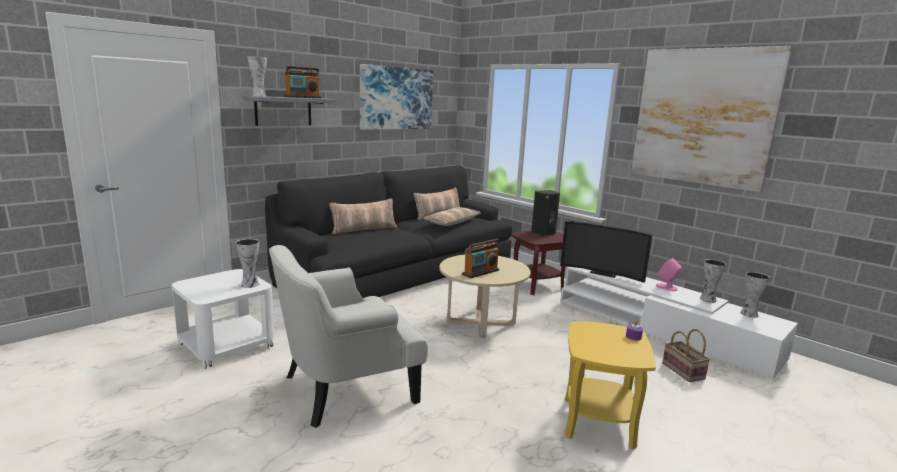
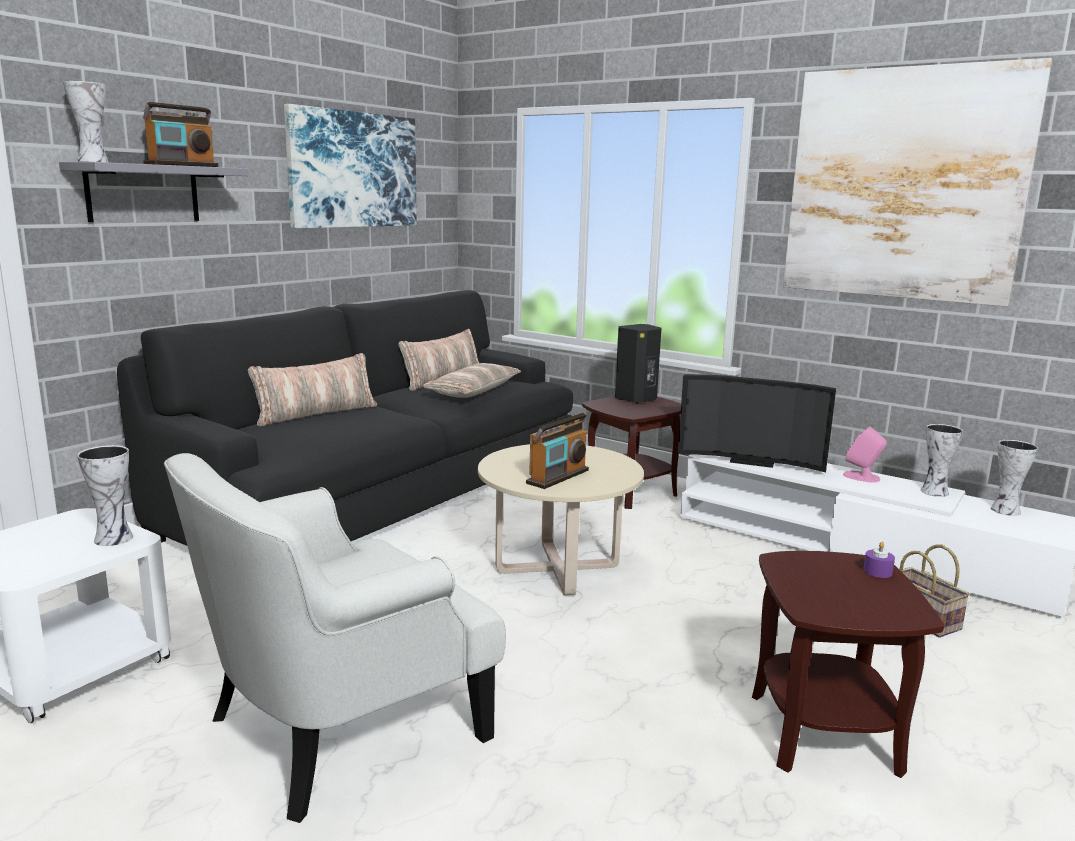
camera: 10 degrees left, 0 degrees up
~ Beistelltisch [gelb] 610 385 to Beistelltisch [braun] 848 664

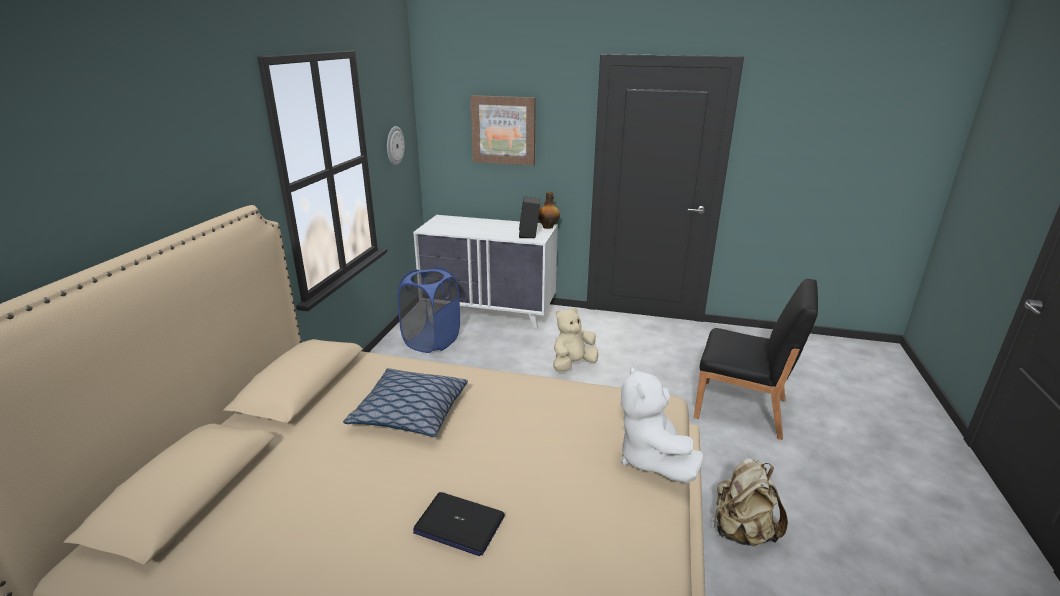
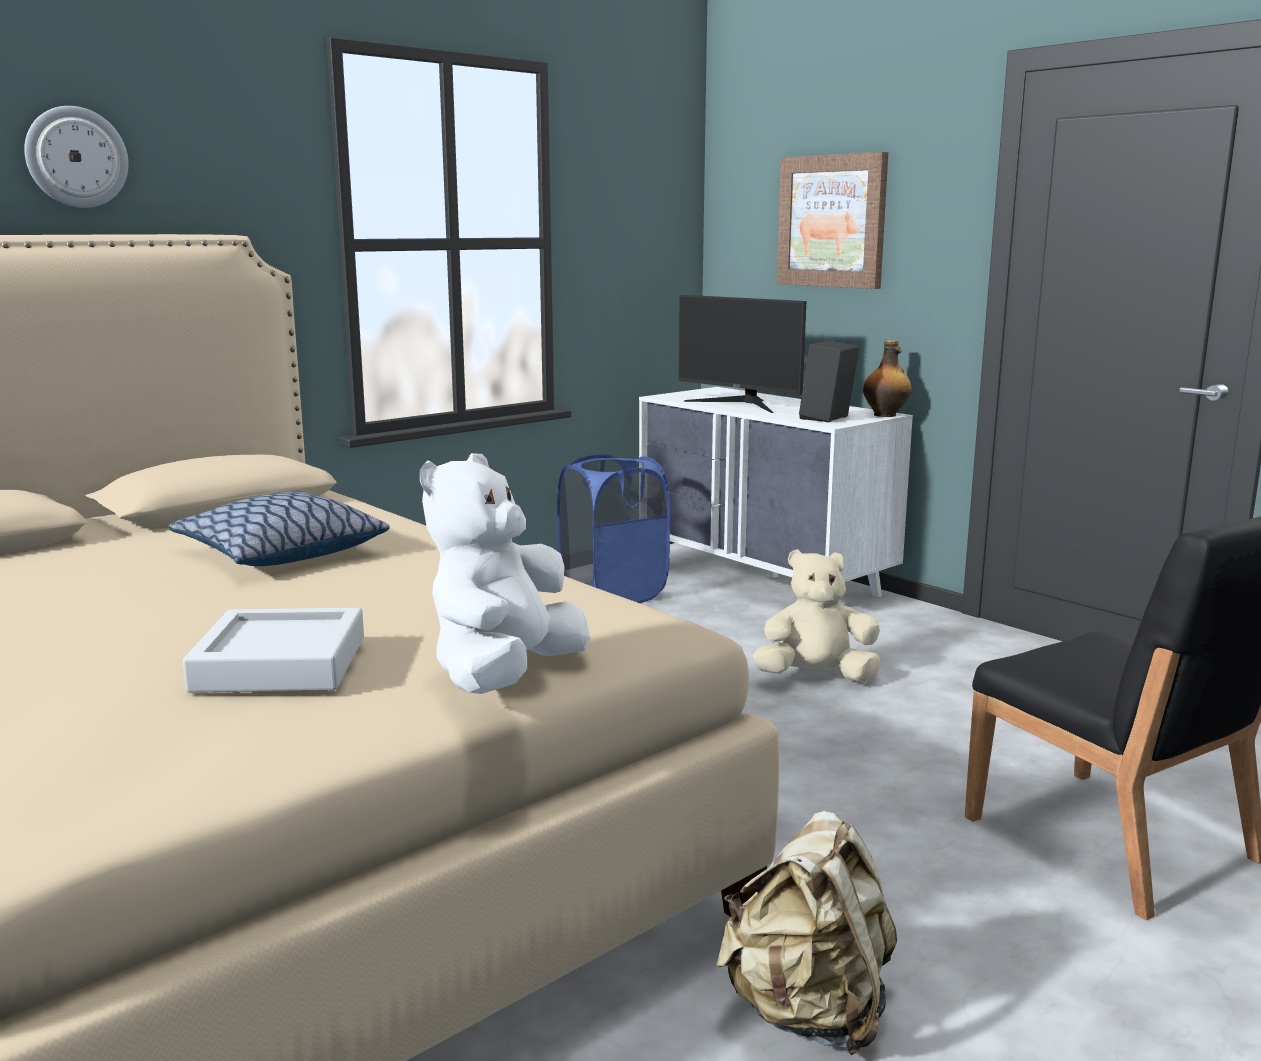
camera: 35 degrees right, 10 degrees down
~ Wanduhr 396 146 to 76 157
+ Tablett [grau] 273 650
+ Monitor 742 354
- Laptop 459 524

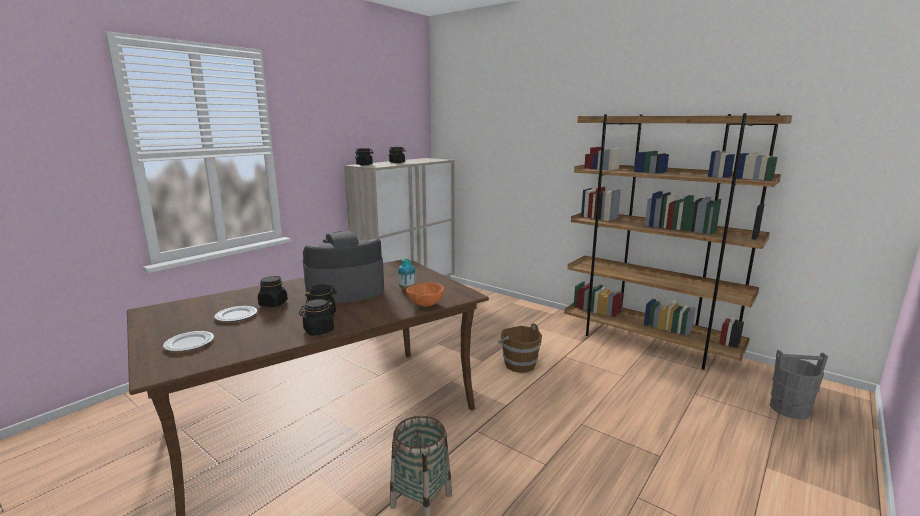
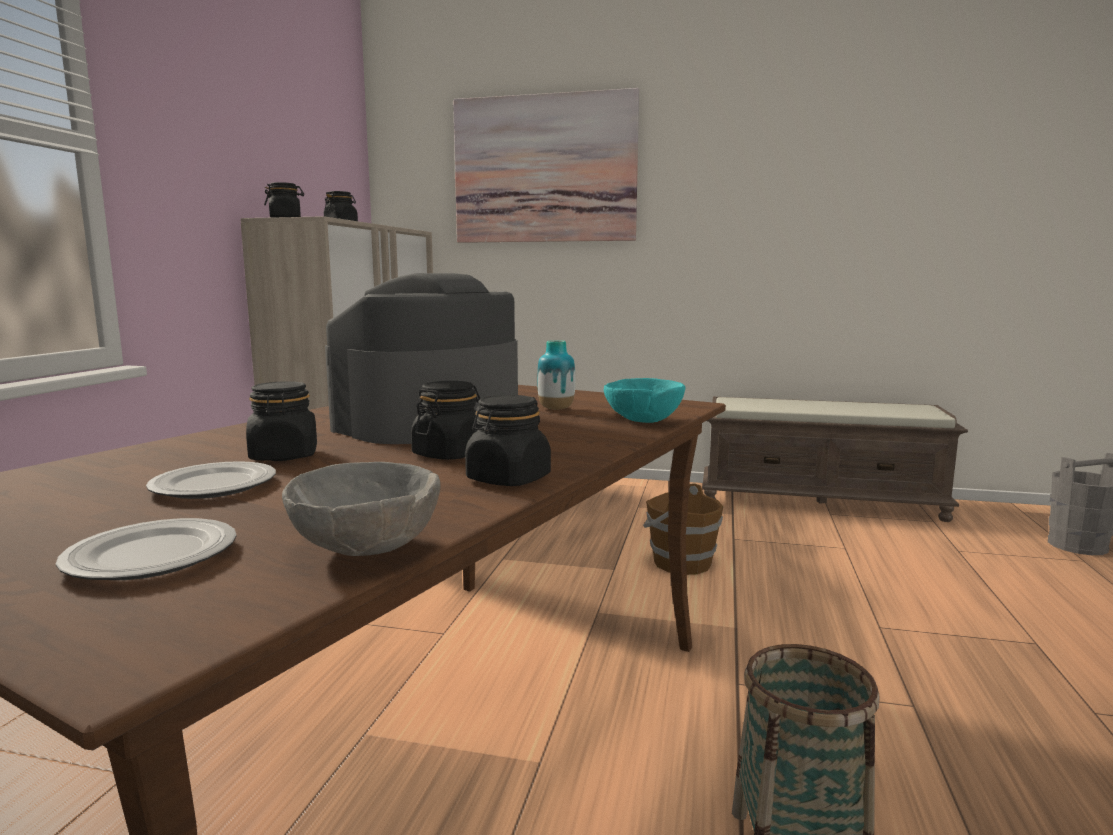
camera: 25 degrees left, 5 degrees down
+ Schüssel [grau] 361 509
+ Bild 546 165
~ Schüssel [orange] 425 294 to Schüssel [türkis] 644 400
~ Bücherregal [braun] 678 241 to Bank [braun] 835 459

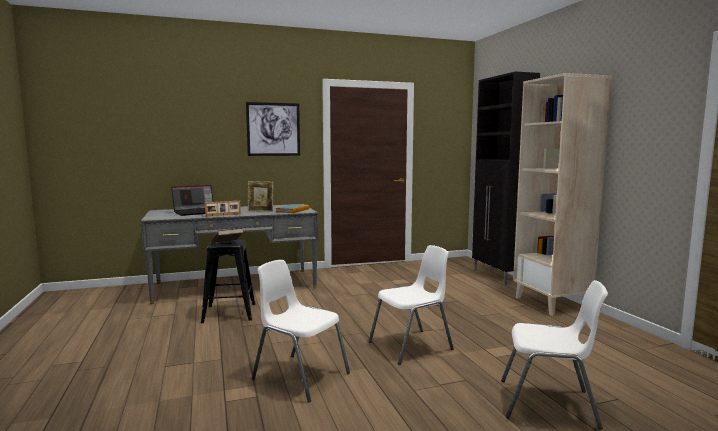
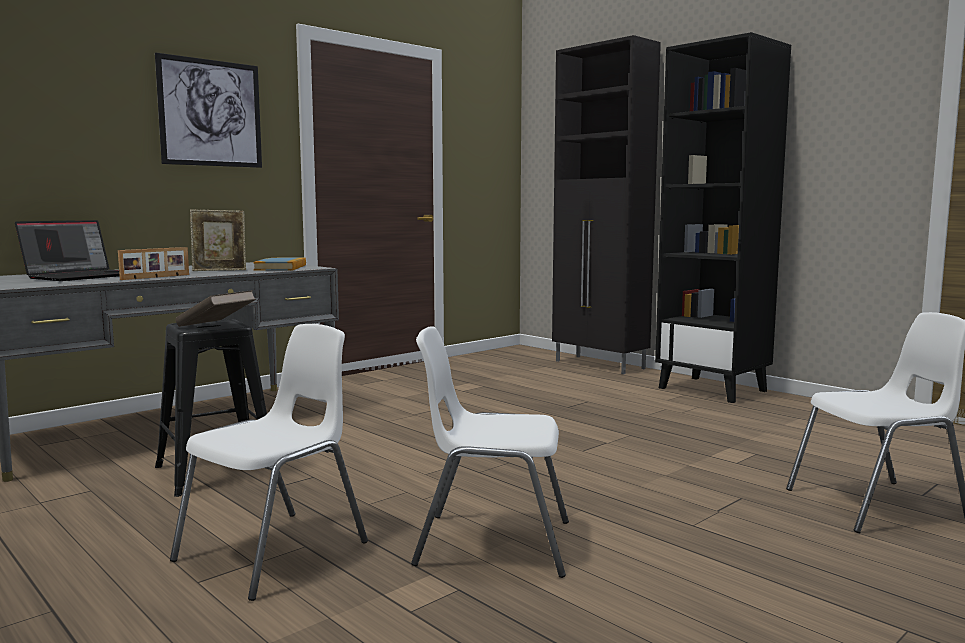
camera: 25 degrees left, 0 degrees up
~ Stuhl [weiß] 411 305 to 269 462
~ Bücherregal [beige] 562 194 to Bücherregal [schwarz] 723 217

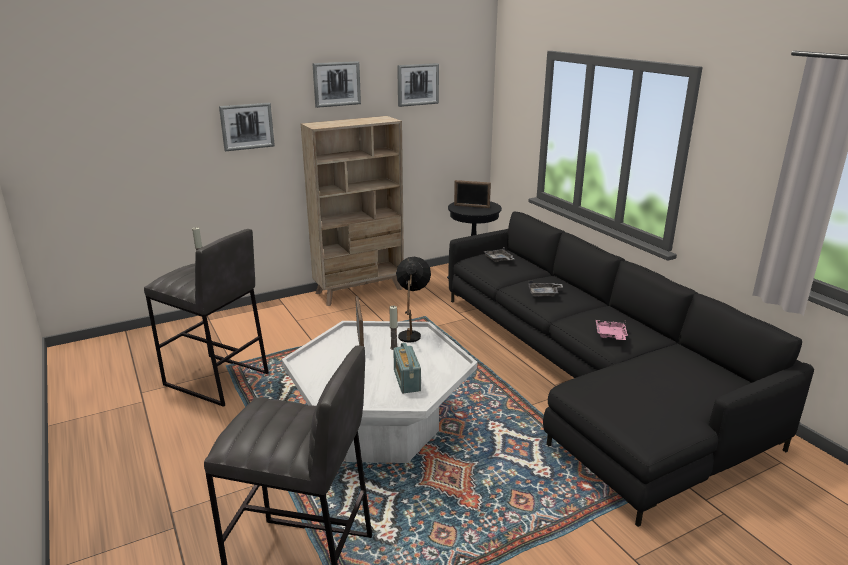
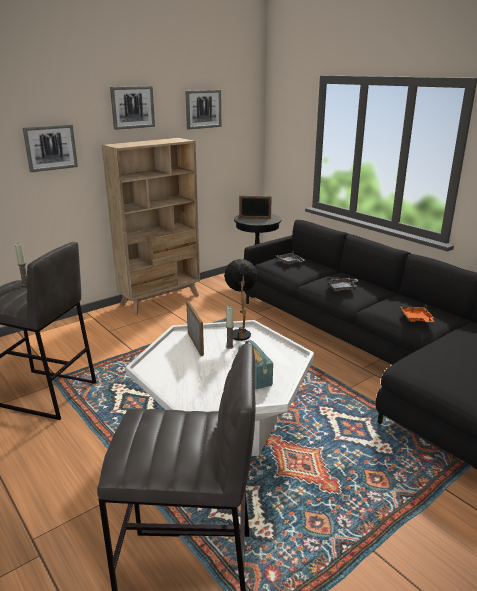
camera: 10 degrees left, 0 degrees up
~ Tablett [rosa] 612 330 to Tablett [orange] 417 313

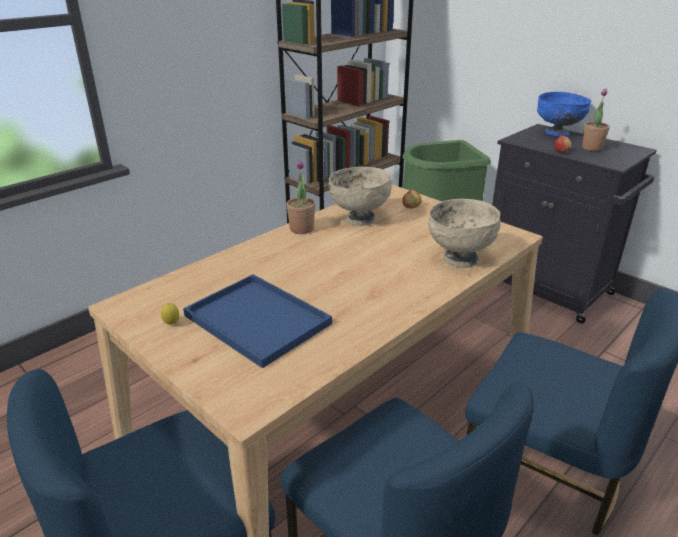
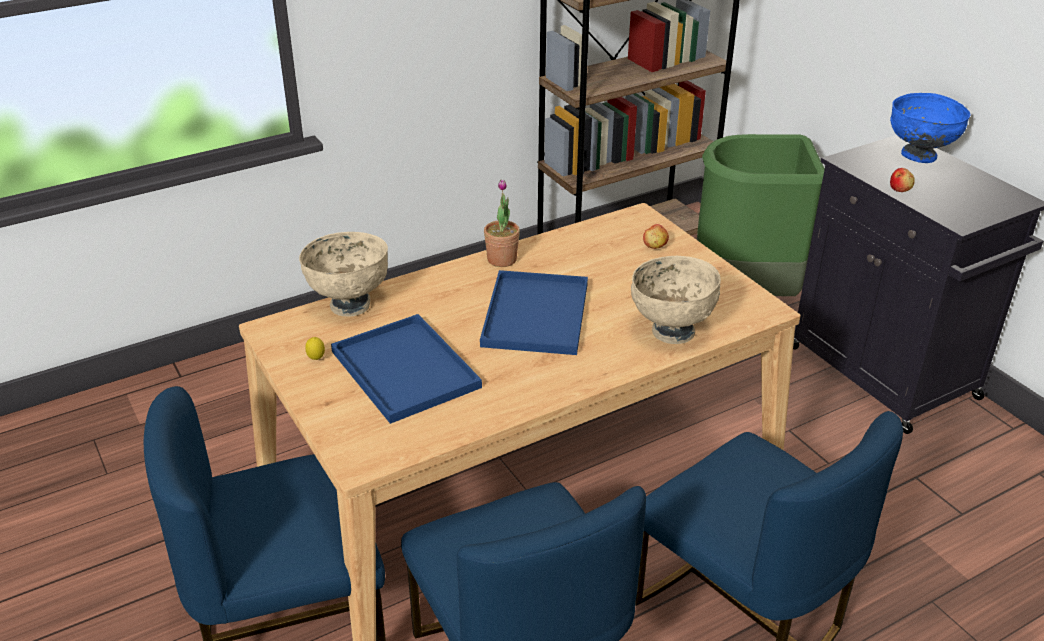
camera: 15 degrees right, 5 degrees up
~ Schüssel [beige] 360 196 to 343 274
+ Tablett [blau] 534 312
- Topfpflanze 596 120

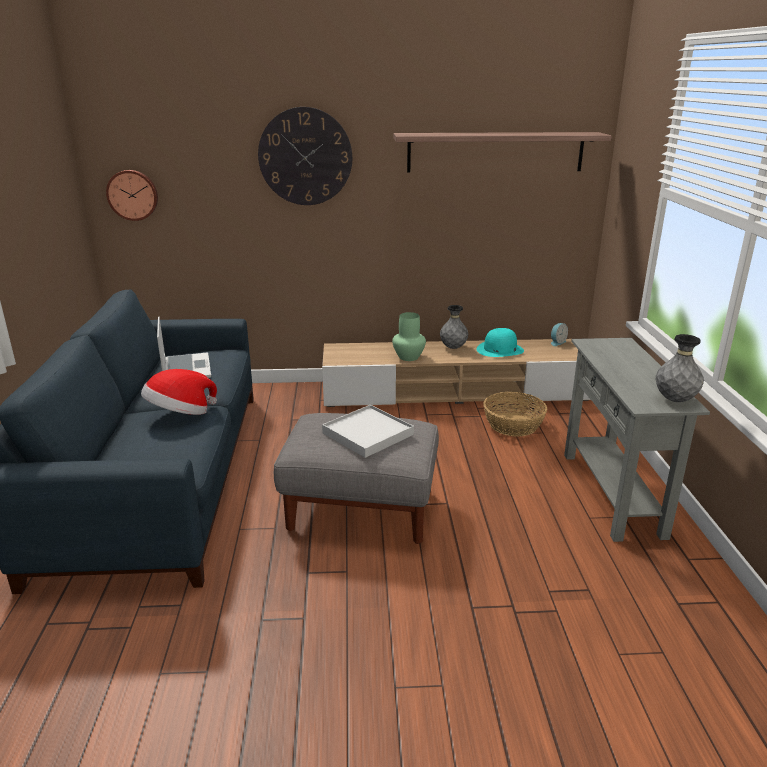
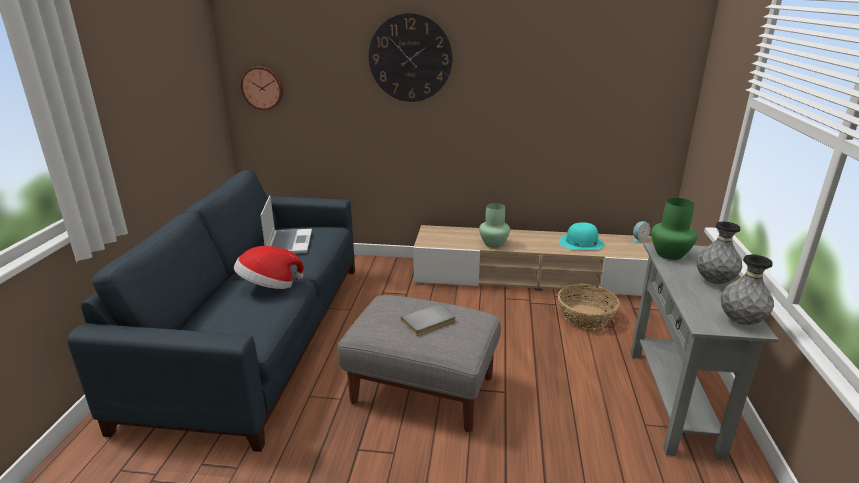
camera: 10 degrees right, 0 degrees up
~ Tablett [weiß] 368 431 to Buch [grau] 428 320
+ Vase [grün] 674 229
~ Vase [grau] 454 327 to 719 253
- Wandregal 502 152

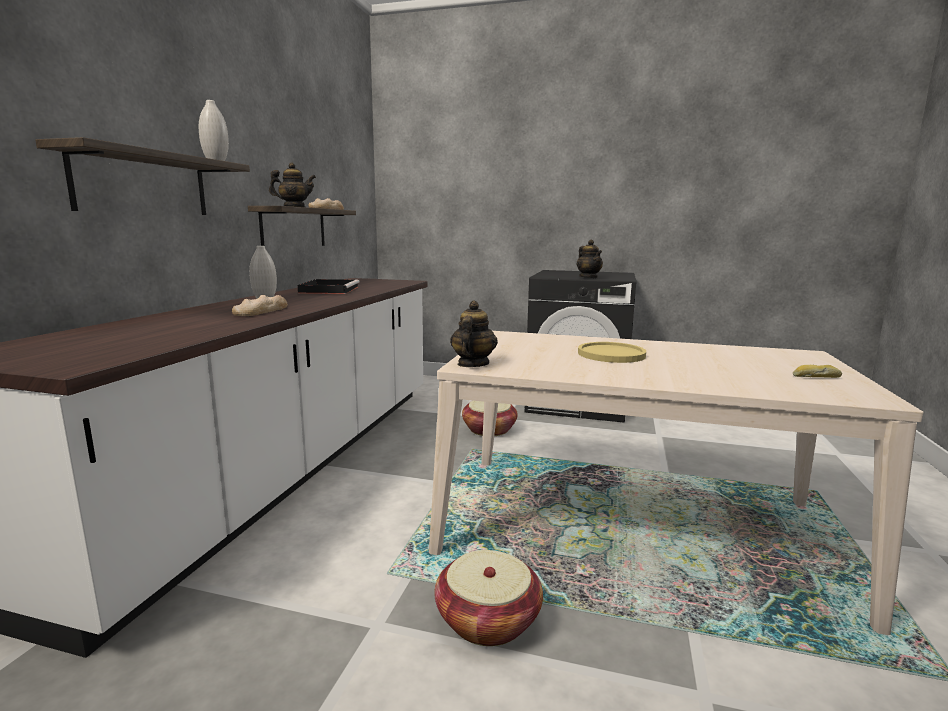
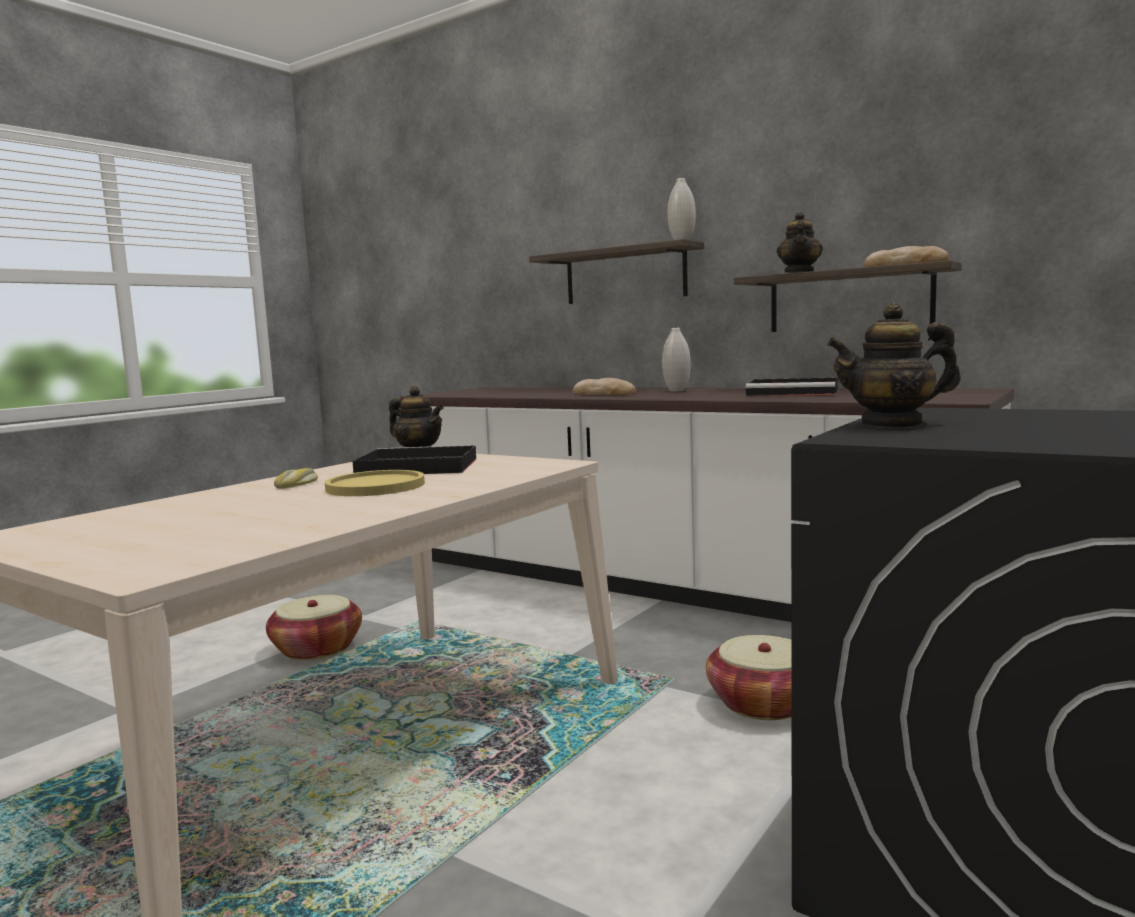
camera: 110 degrees right, 5 degrees down
~ Brot 817 371 to 296 478
+ Tablett [schwarz] 414 459

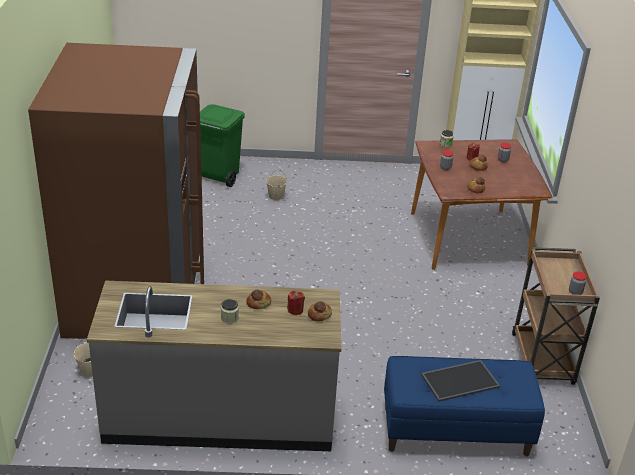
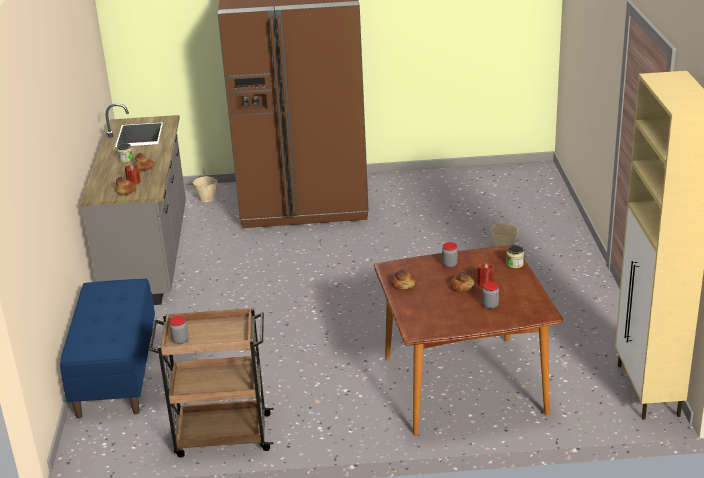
camera: 90 degrees right, 5 degrees down
- Mülleimer [grün] 222 145
- Tablett 460 381

